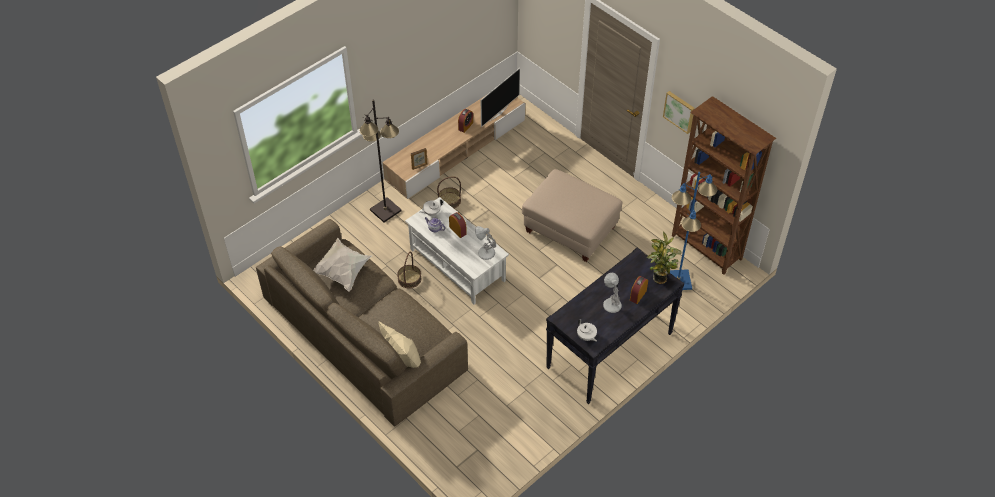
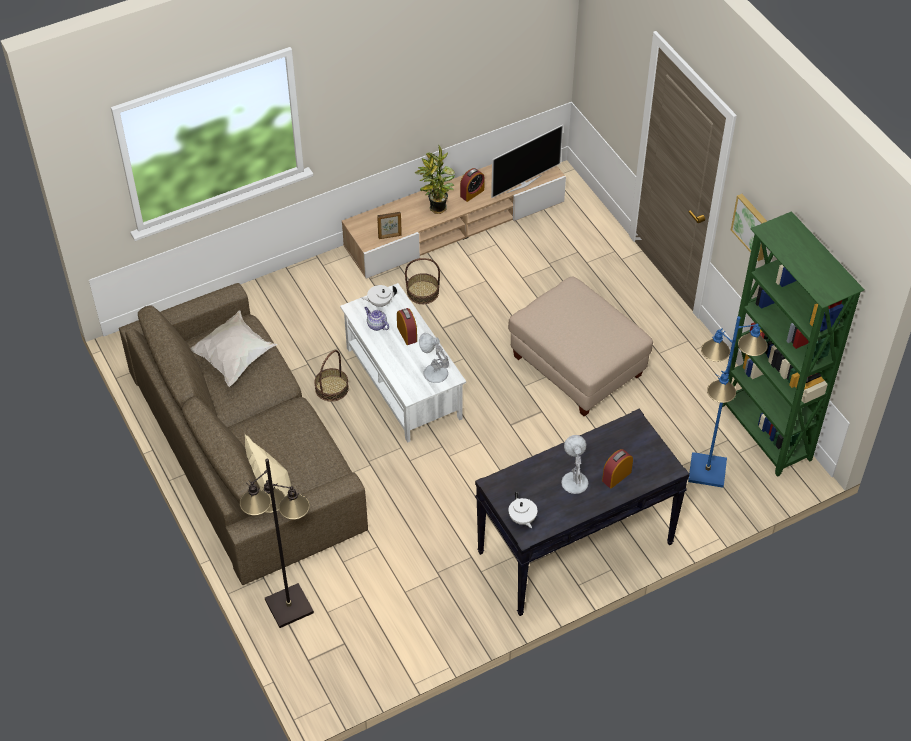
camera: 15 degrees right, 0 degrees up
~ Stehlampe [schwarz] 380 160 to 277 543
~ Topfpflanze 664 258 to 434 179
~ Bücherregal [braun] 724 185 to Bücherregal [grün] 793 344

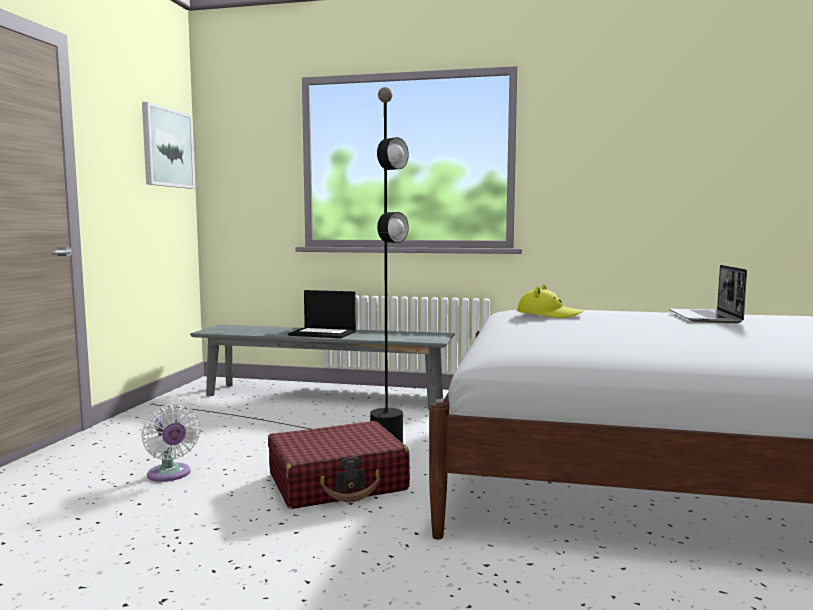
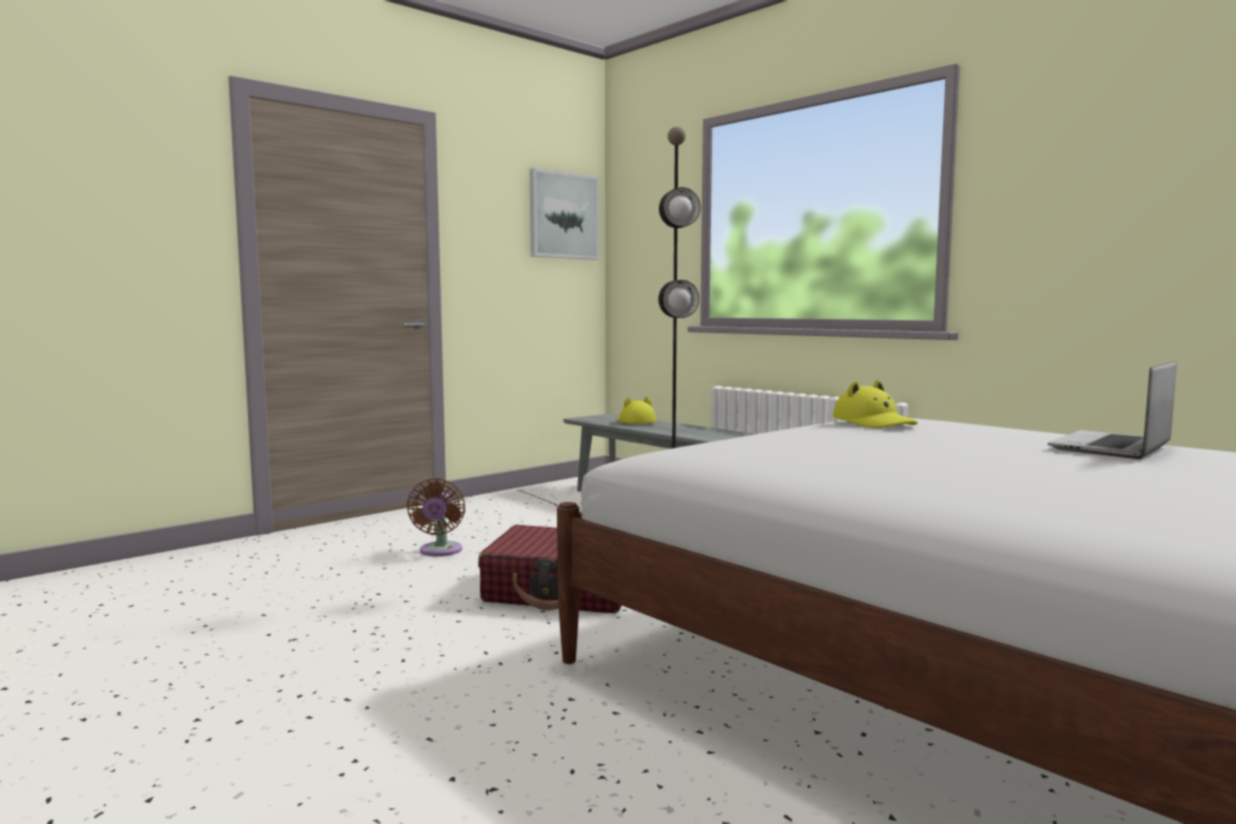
camera: 35 degrees right, 0 degrees up
~ Ventilator [weiß] 171 442 to Ventilator [braun] 436 517
+ Hut [gelb] 636 410
- Laptop 322 314

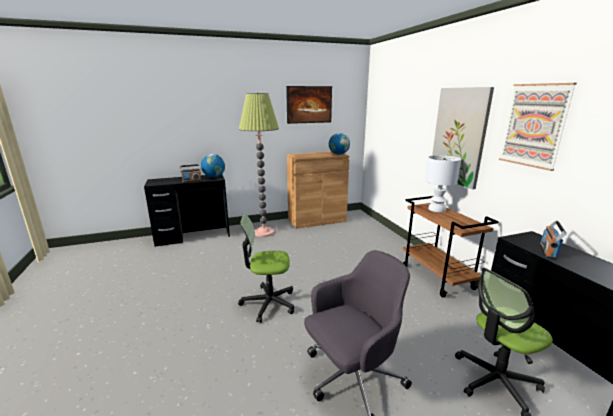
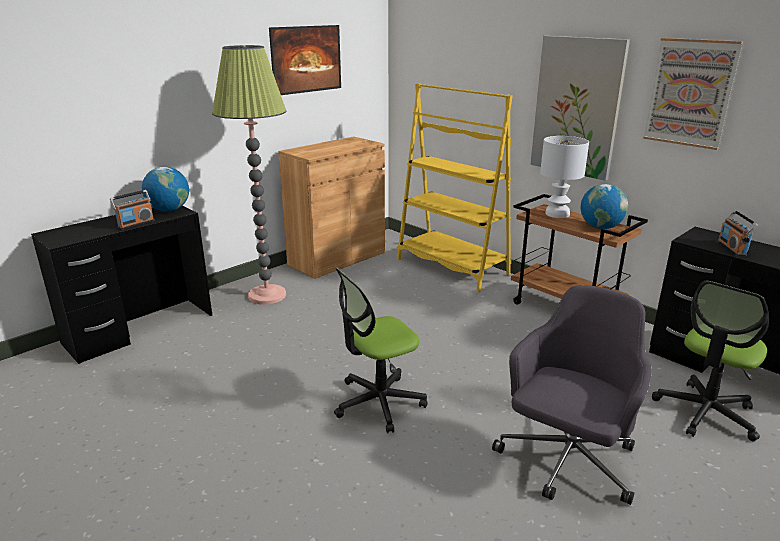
camera: 25 degrees left, 5 degrees up
+ Bücherregal [gelb] 455 187
~ Globus 339 144 to 604 206

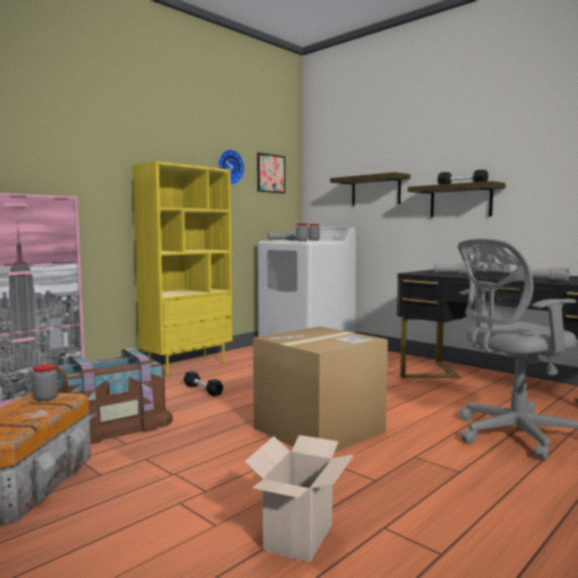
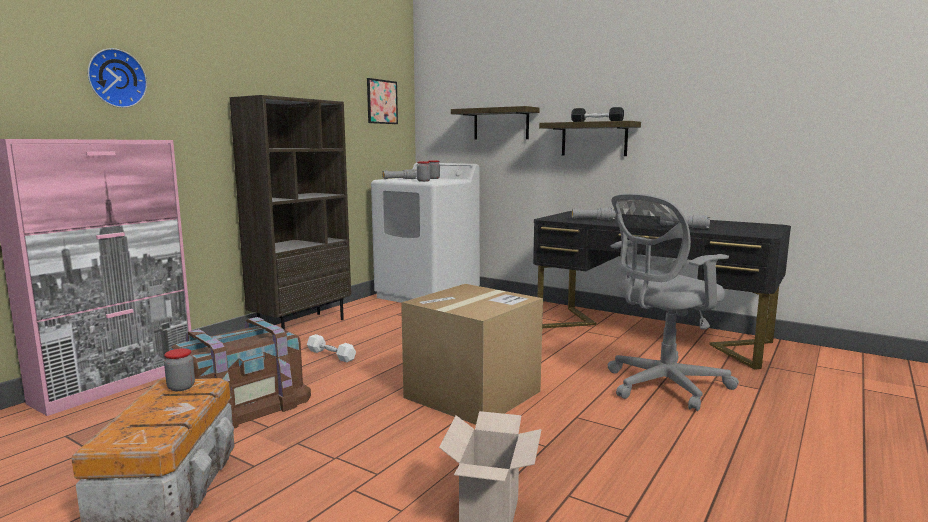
camera: 10 degrees left, 5 degrees up
~ Wanduhr 231 167 to 117 78
~ Bücherregal [gelb] 182 268 to Bücherregal [braun] 290 212
~ Hantel [schwarz] 203 383 to Hantel [weiß] 331 348

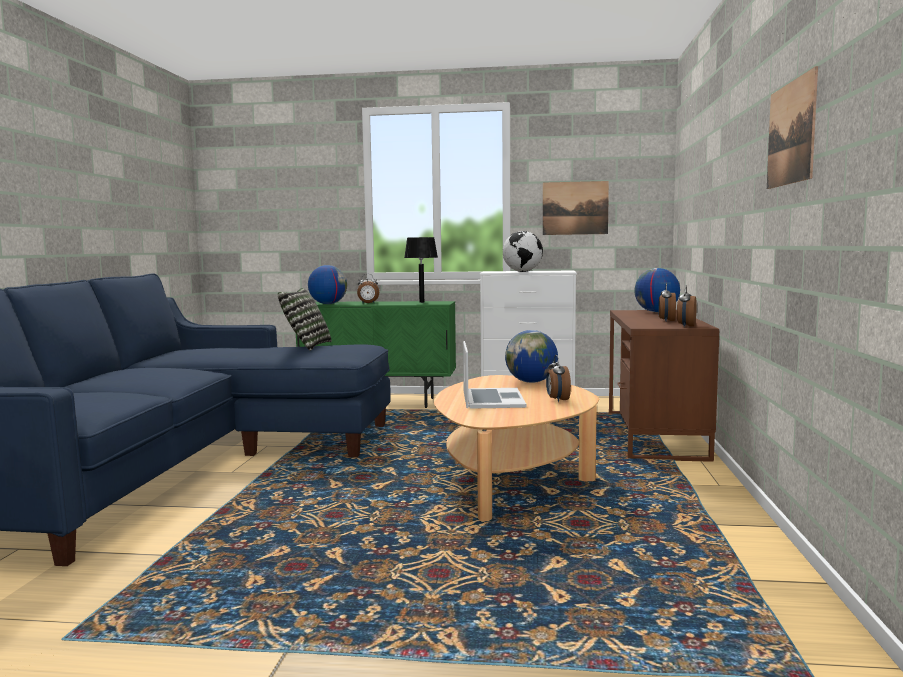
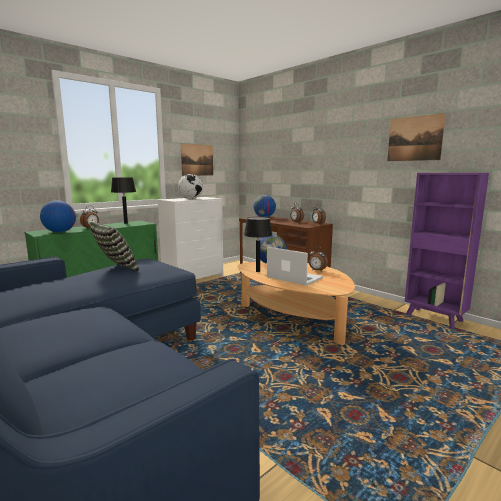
camera: 50 degrees left, 5 degrees up
+ Tischlampe [schwarz] 258 244
+ Bücherregal [lila] 447 250

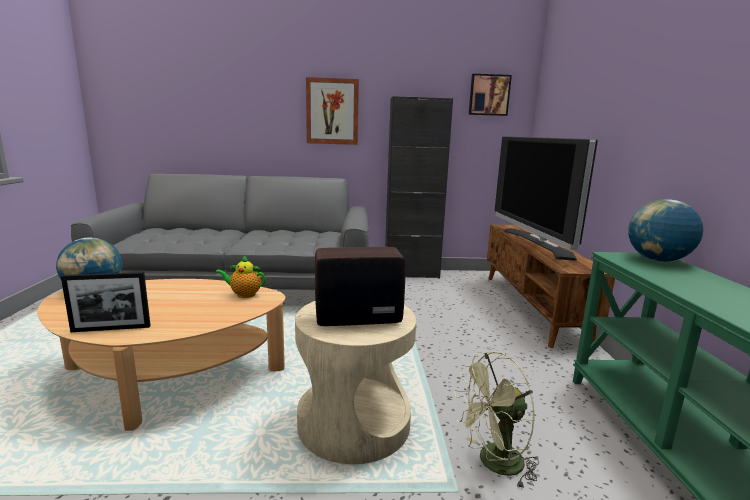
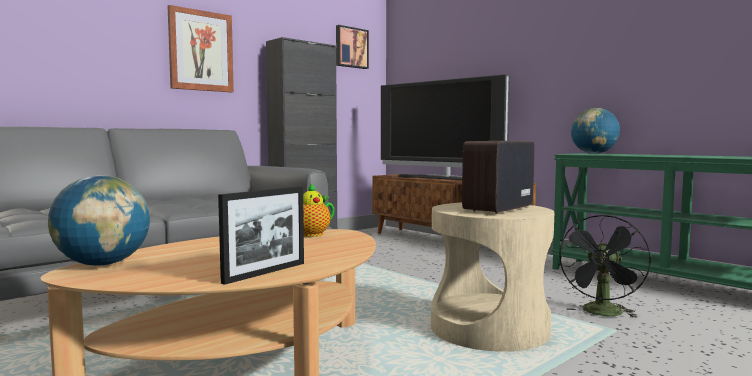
camera: 40 degrees left, 10 degrees down
~ Ventilator [grün] 496 420 to Ventilator [schwarz] 604 266

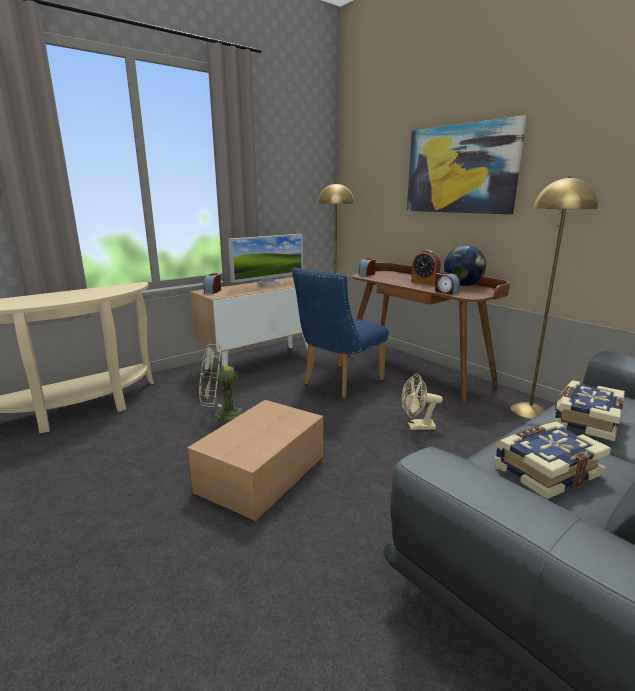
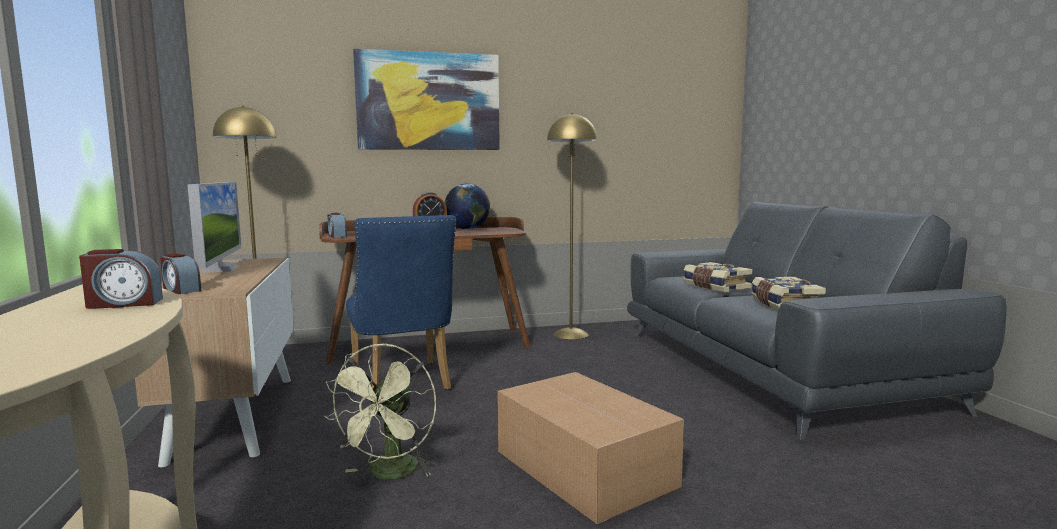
camera: 65 degrees left, 10 degrees down
~ Wecker 447 283 to 121 279
- Ventilator [beige] 422 402

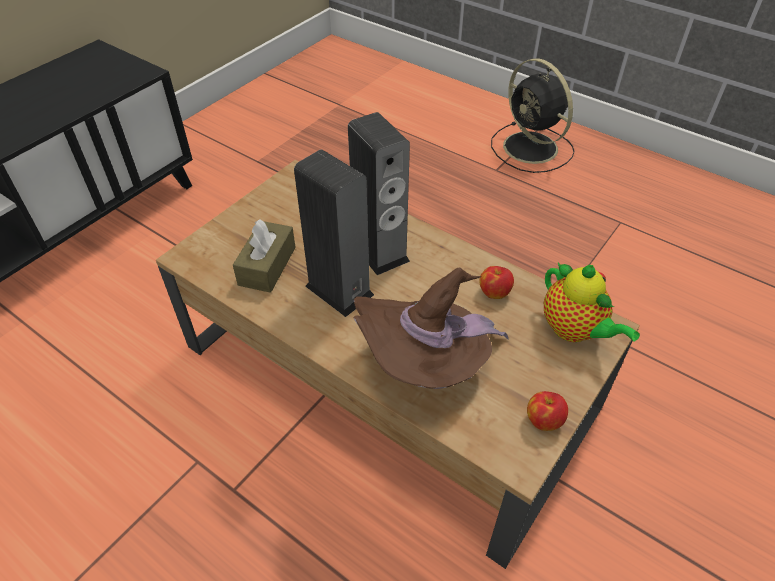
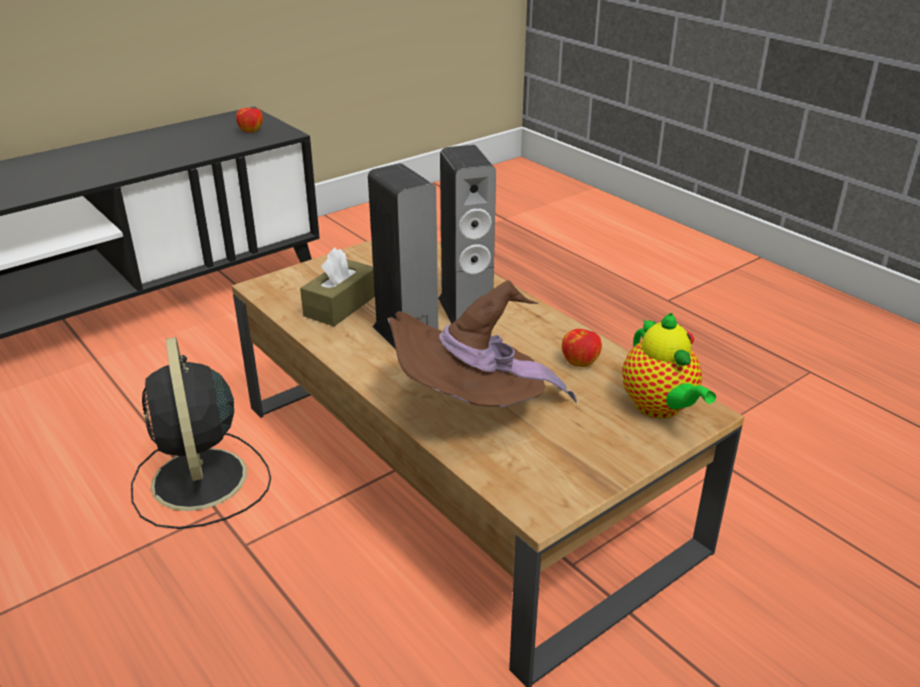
camera: 15 degrees right, 15 degrees down
~ Ventilator [schwarz] 533 115 to 201 433
~ Apfel 547 411 to 249 120

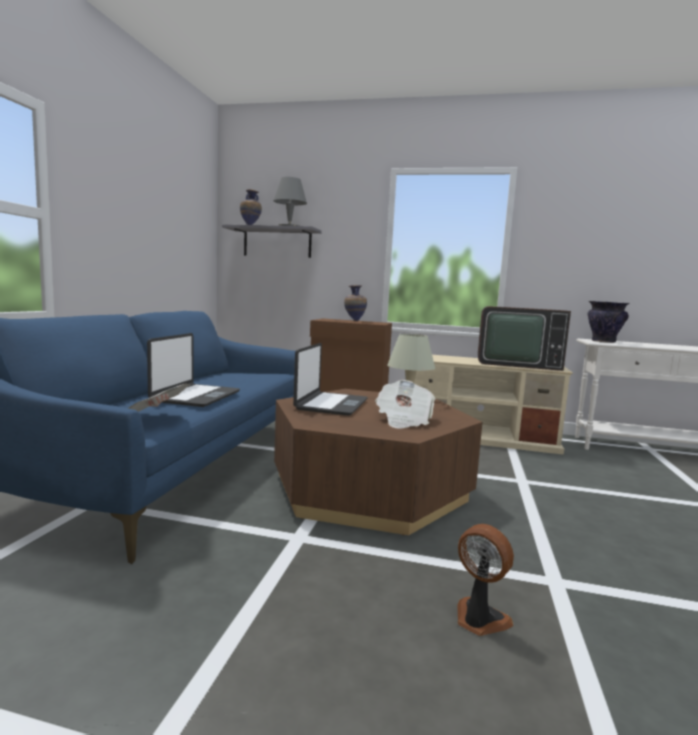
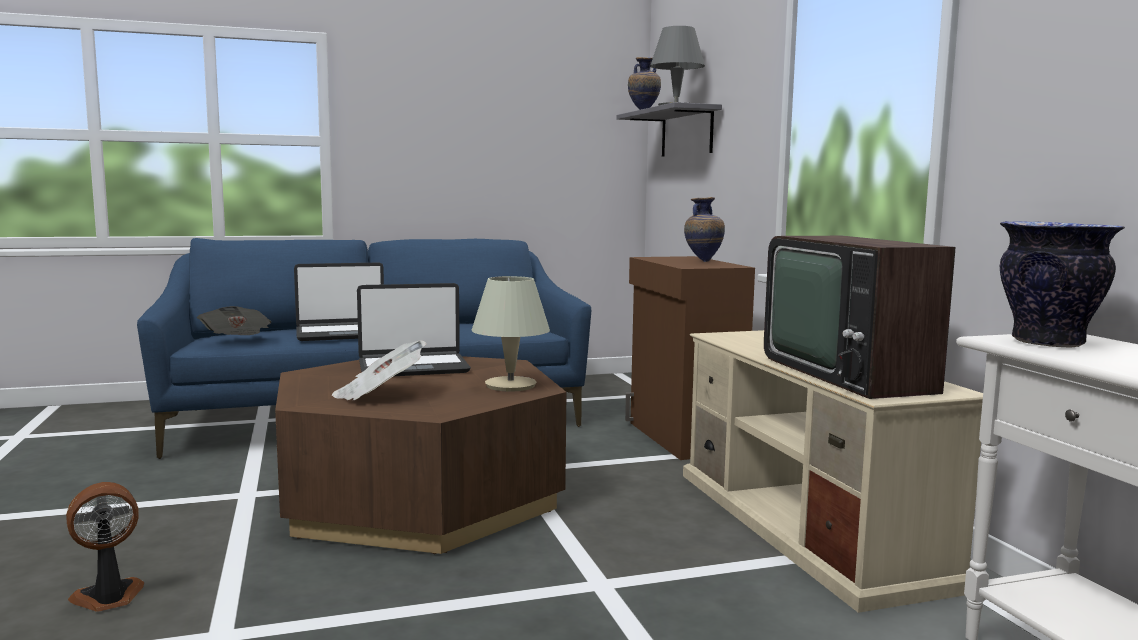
camera: 60 degrees right, 0 degrees up
~ Ventilator 485 580 = 105 547 135 degrees counterclockwise

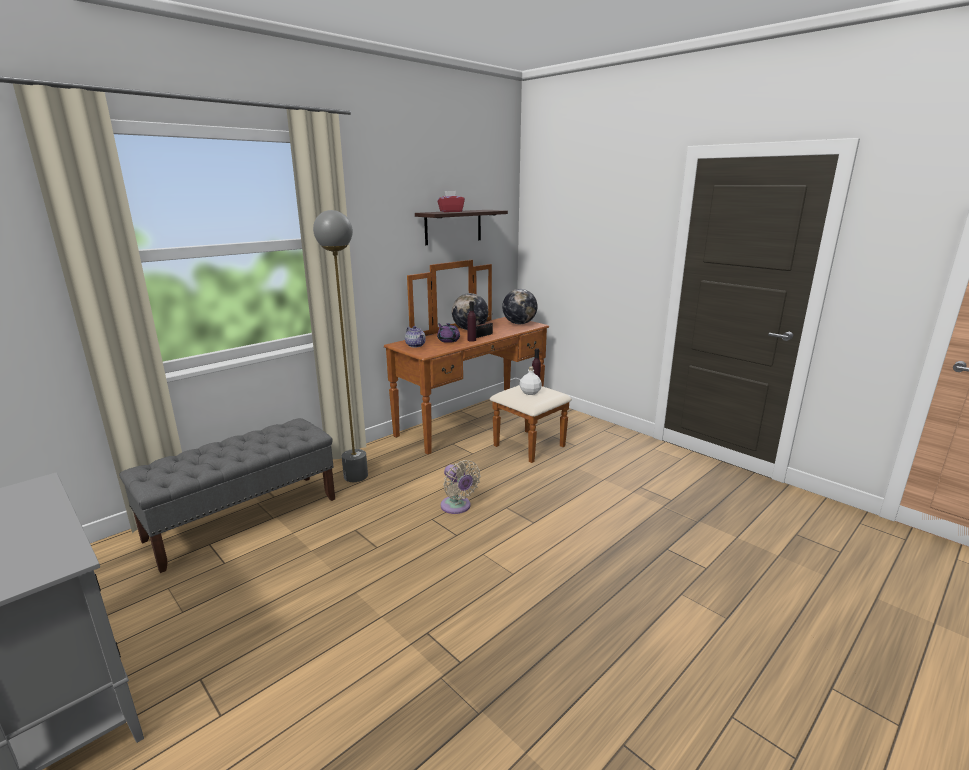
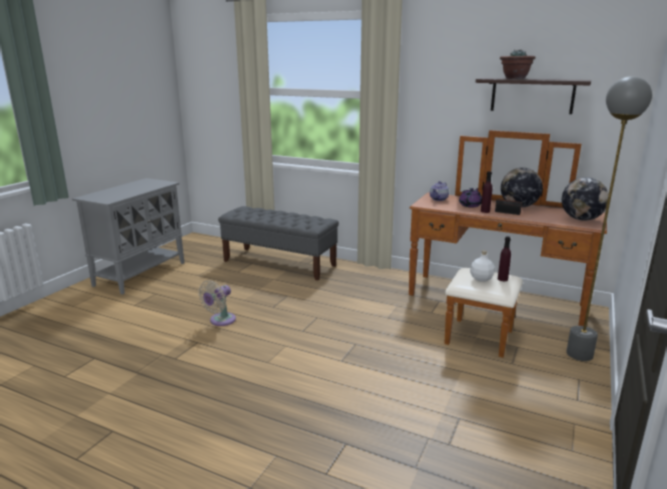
camera: 70 degrees right, 0 degrees up
~ Ventilator [beige] 461 487 to 217 303
~ Taschentuchbox [rot] 451 201 to Topfpflanze 518 64
~ Stehlampe [grau] 340 346 to 609 218

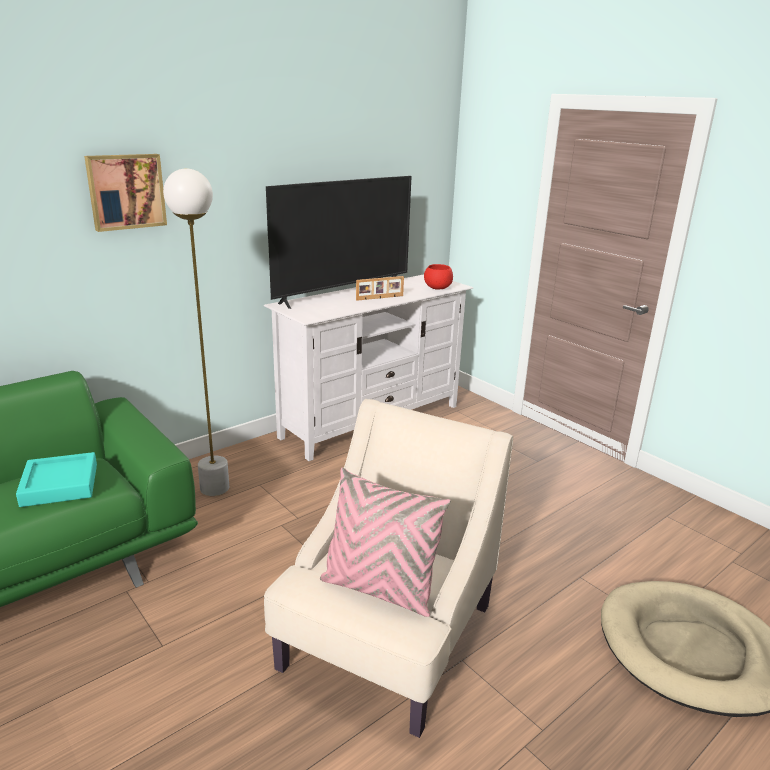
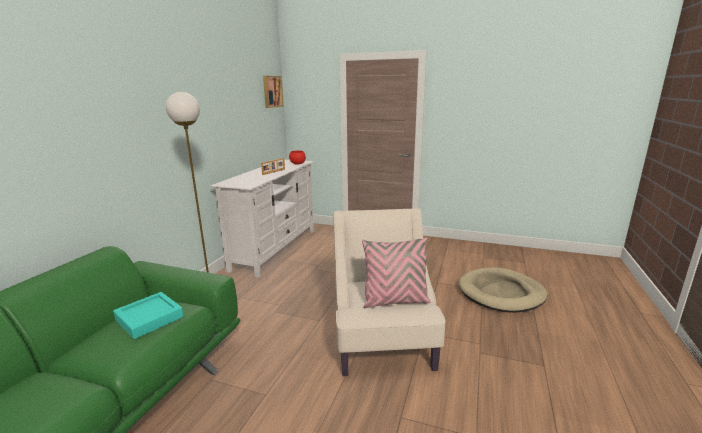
camera: 30 degrees left, 5 degrees down
~ Bild 125 193 to 273 92
- Fernseher 339 242

